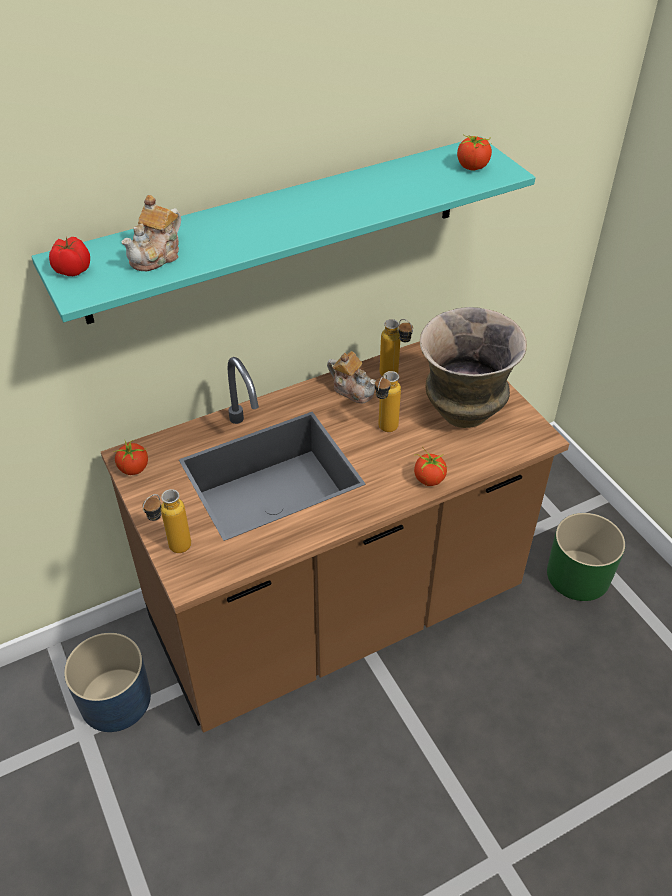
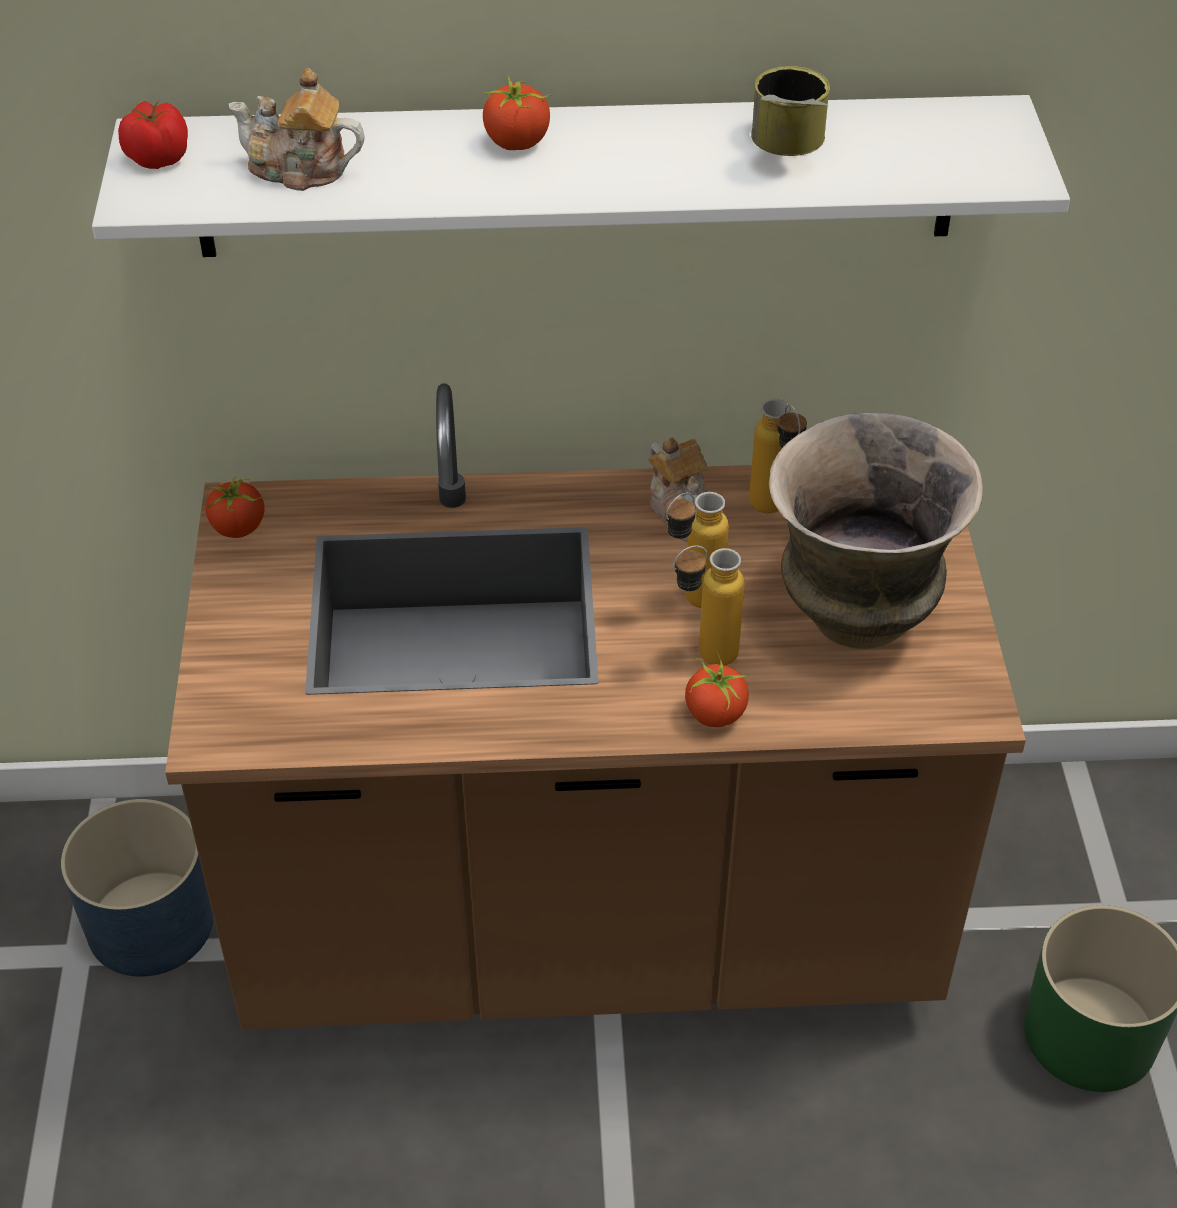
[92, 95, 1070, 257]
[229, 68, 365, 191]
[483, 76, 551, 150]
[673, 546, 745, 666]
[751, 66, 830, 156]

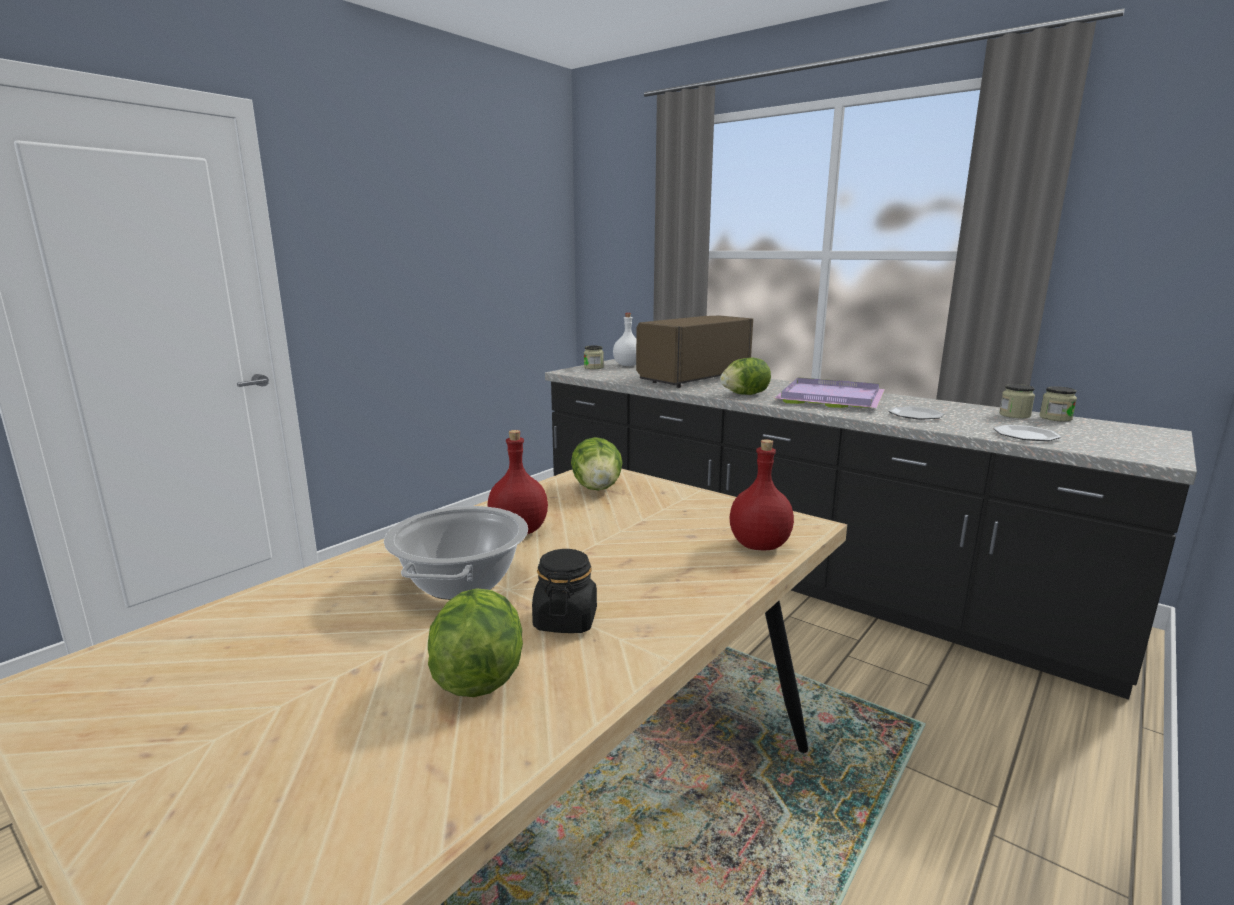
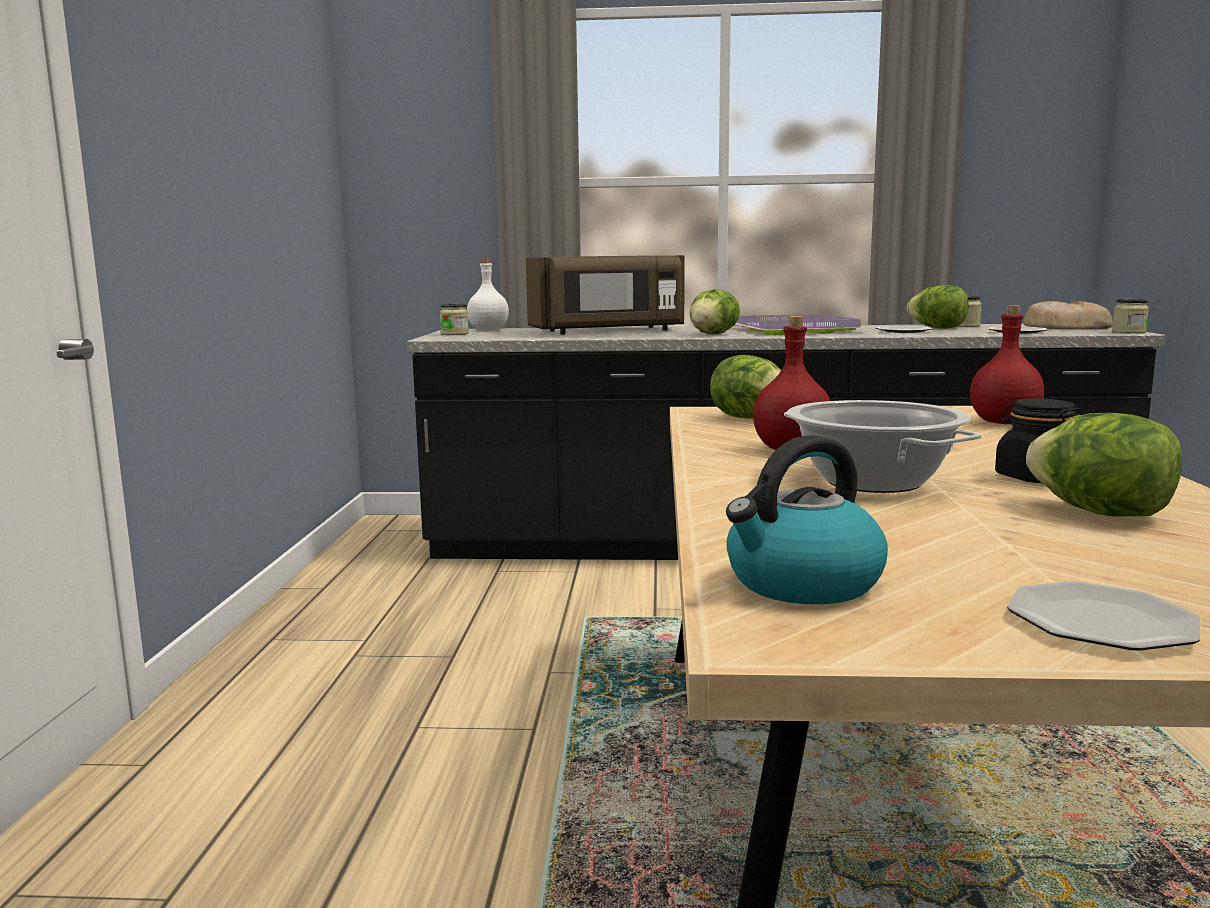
[526, 255, 685, 334]
[726, 435, 888, 604]
[907, 285, 968, 329]
[1007, 581, 1200, 651]
[1023, 301, 1113, 329]
[1112, 299, 1149, 334]

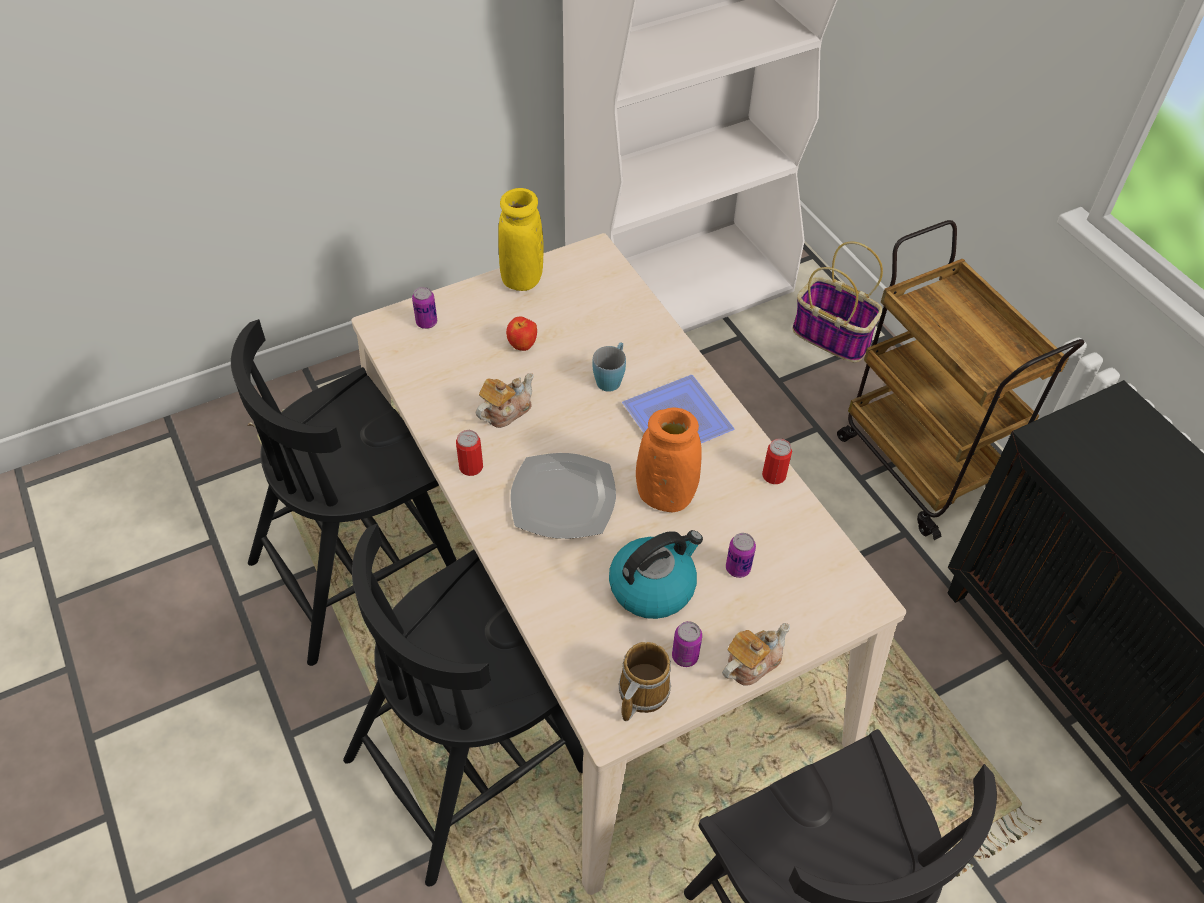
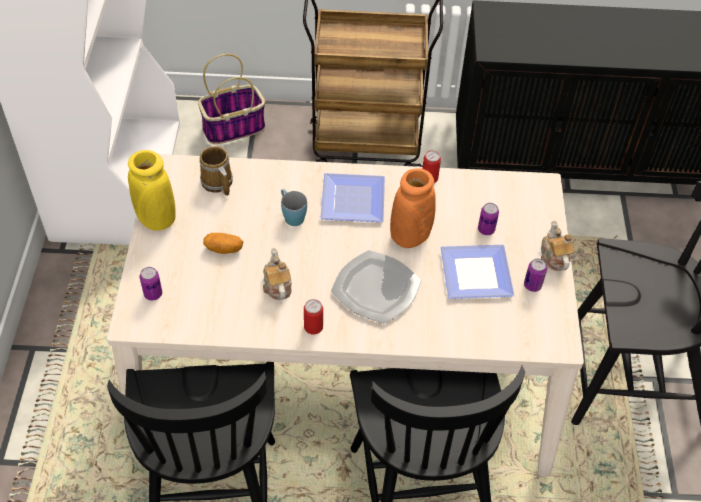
[199, 146, 233, 196]
[203, 233, 243, 254]
[440, 245, 514, 299]

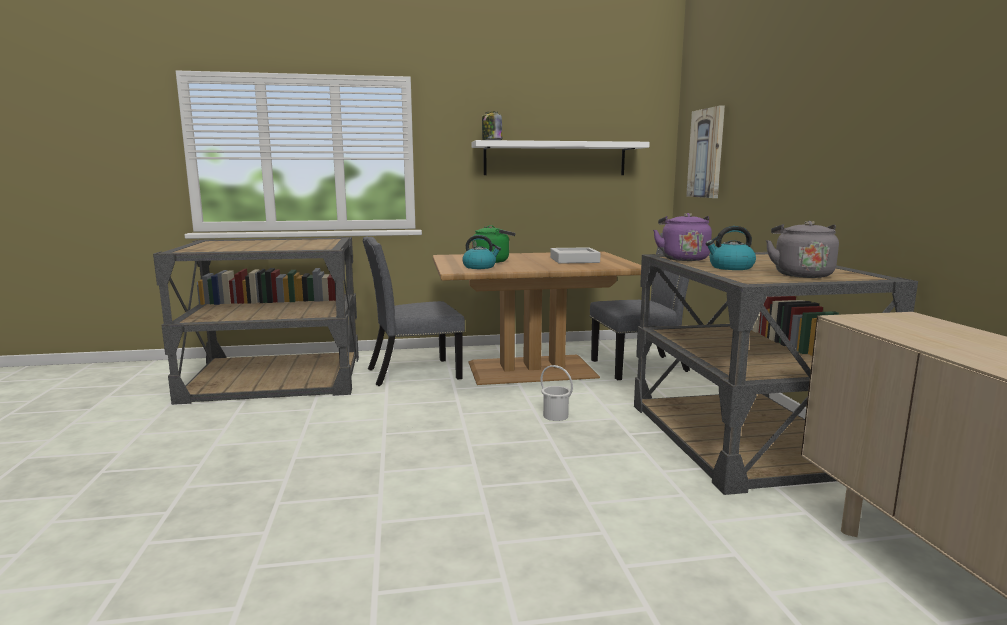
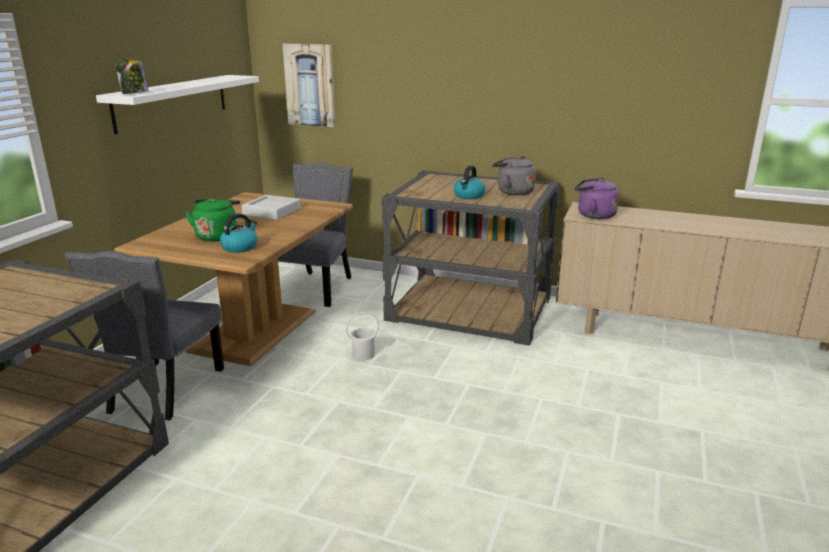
[575, 178, 619, 219]

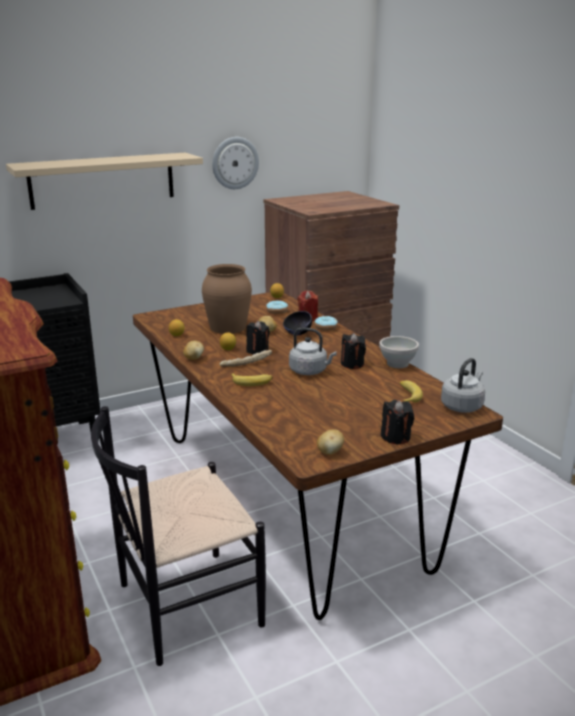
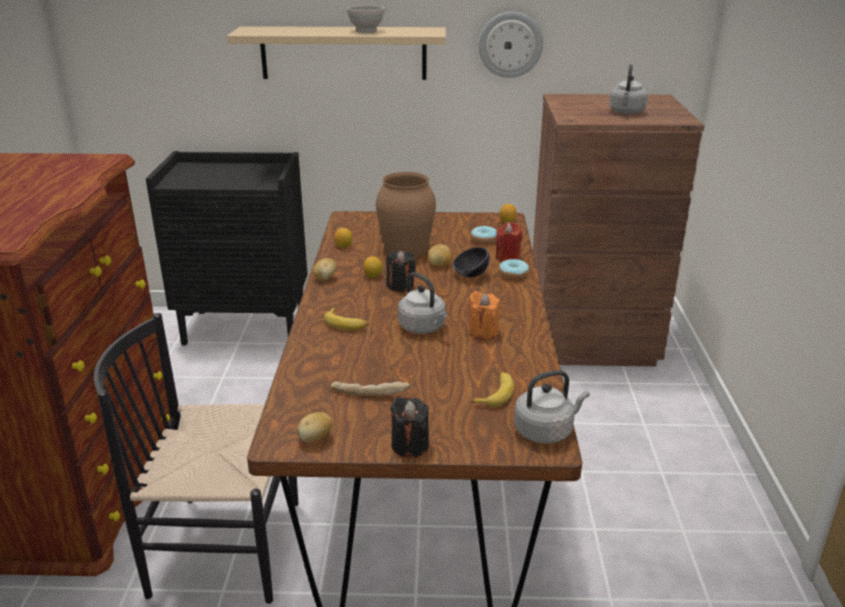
[331, 382, 410, 396]
[347, 5, 385, 33]
[468, 291, 500, 340]
[609, 64, 648, 114]

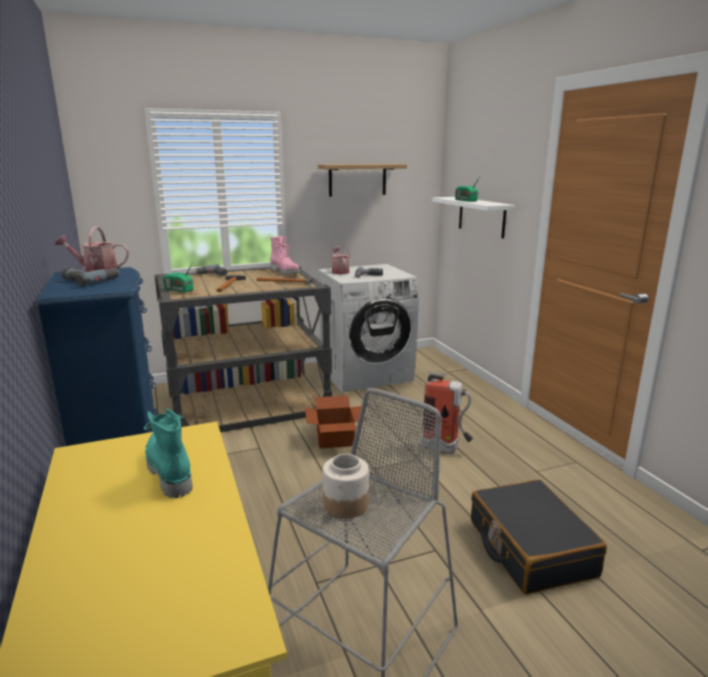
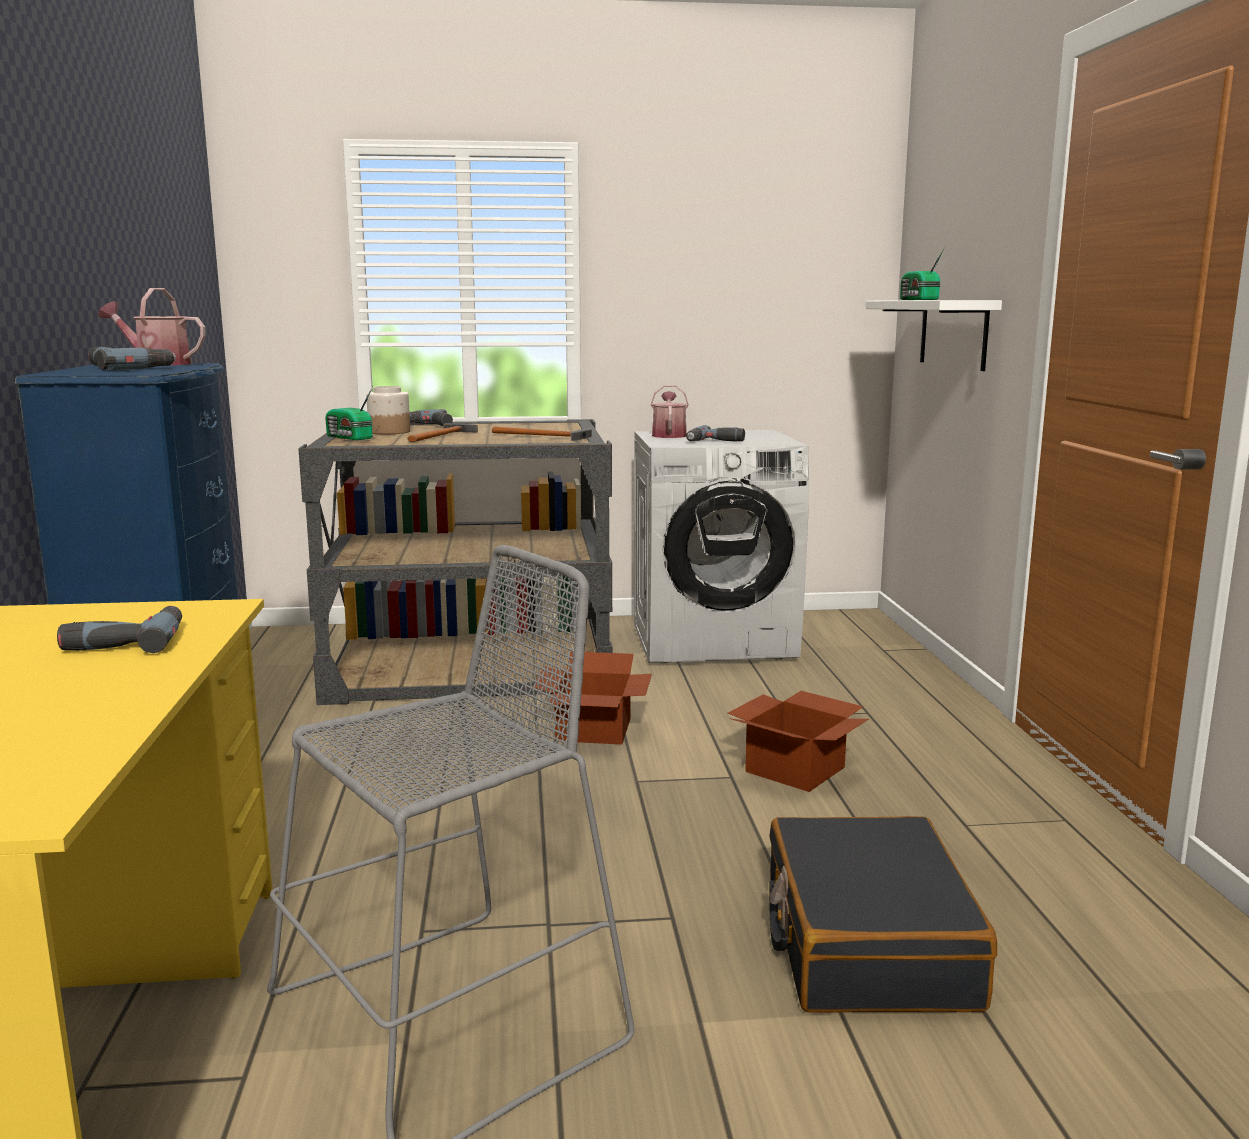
[57, 606, 182, 653]
[366, 386, 410, 434]
[728, 691, 869, 792]
[270, 236, 300, 275] (first image)
[318, 164, 407, 196] (first image)

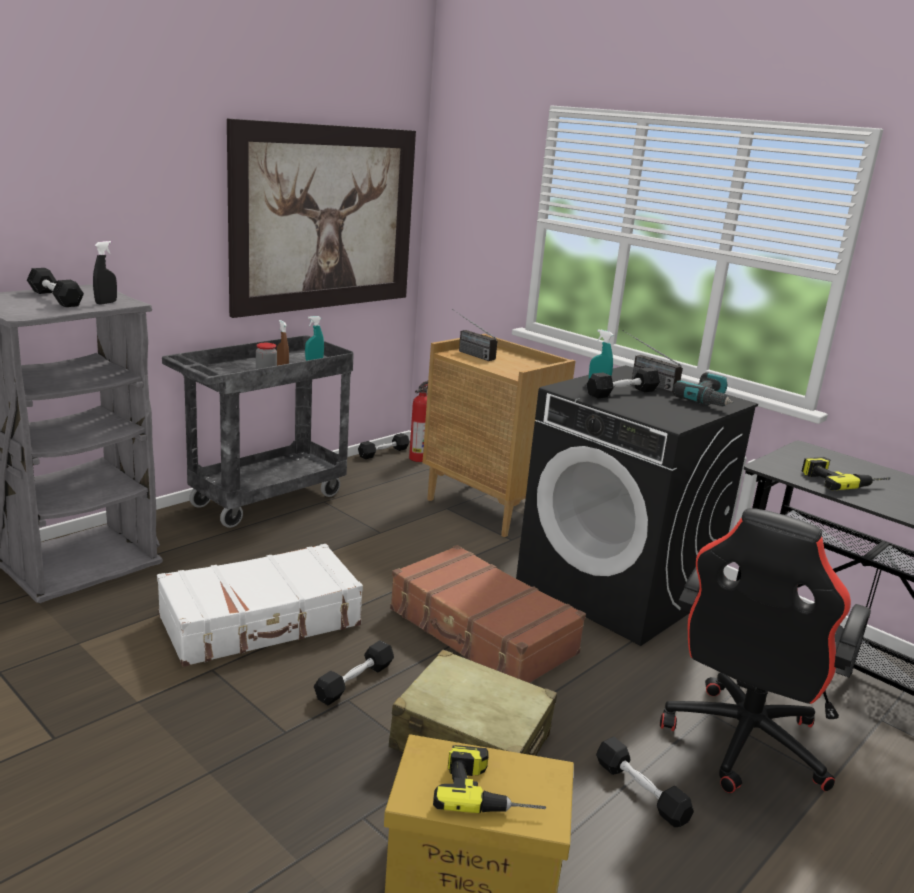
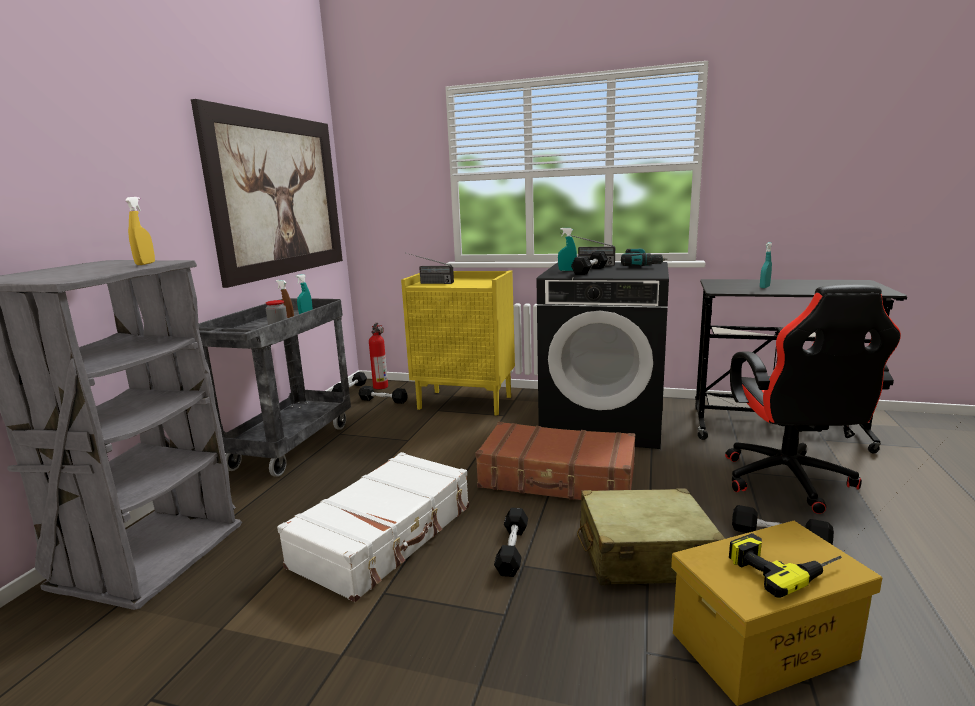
[125, 197, 155, 265]
[359, 386, 408, 404]
[401, 271, 515, 416]
[760, 242, 772, 288]

